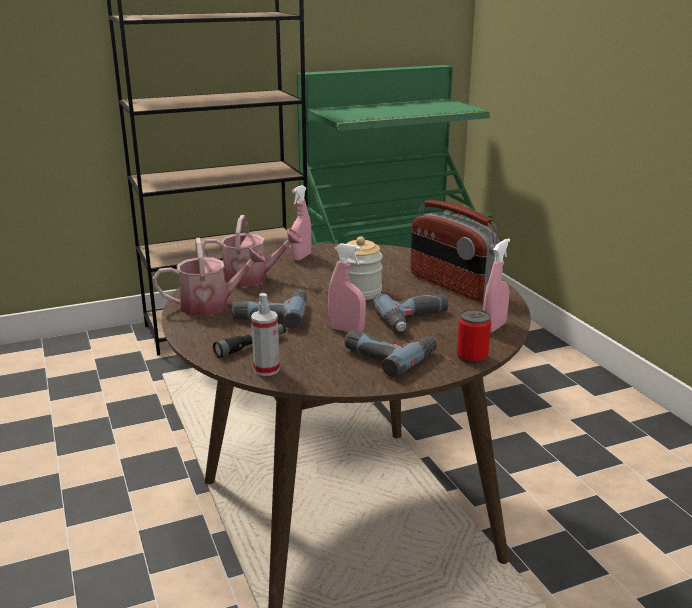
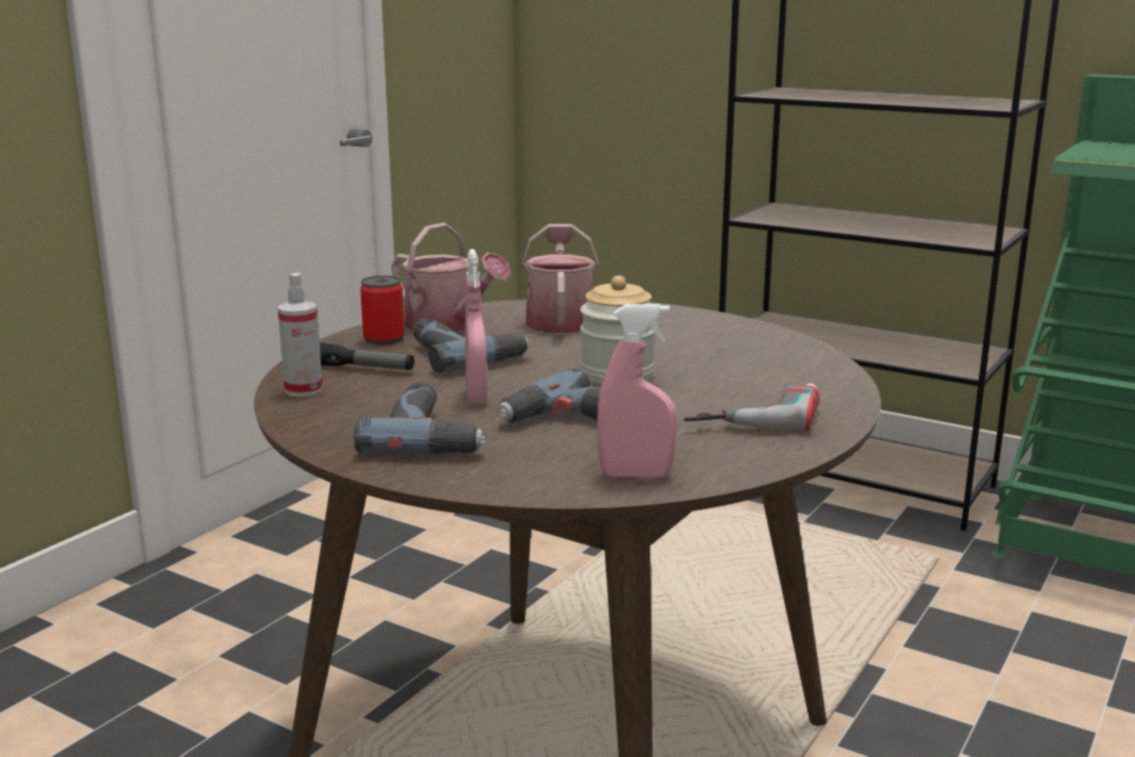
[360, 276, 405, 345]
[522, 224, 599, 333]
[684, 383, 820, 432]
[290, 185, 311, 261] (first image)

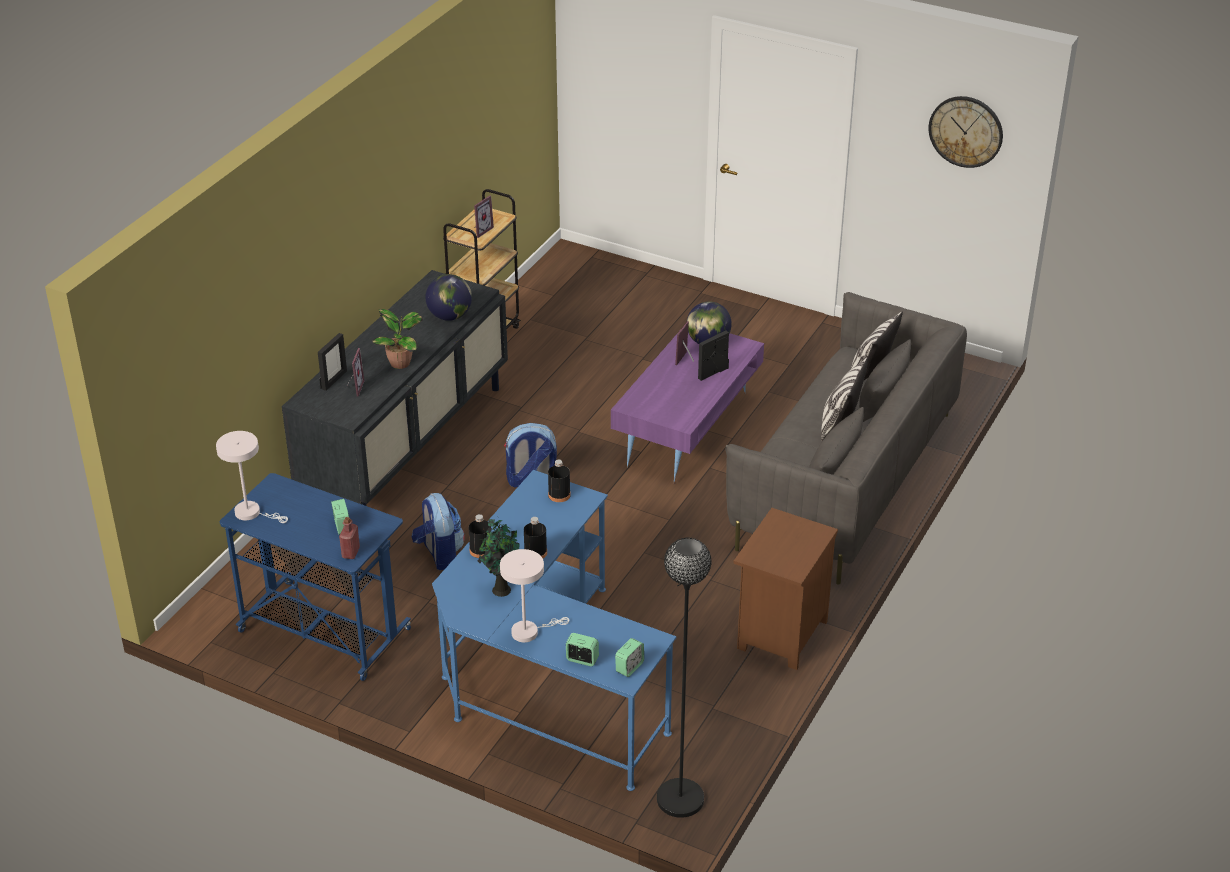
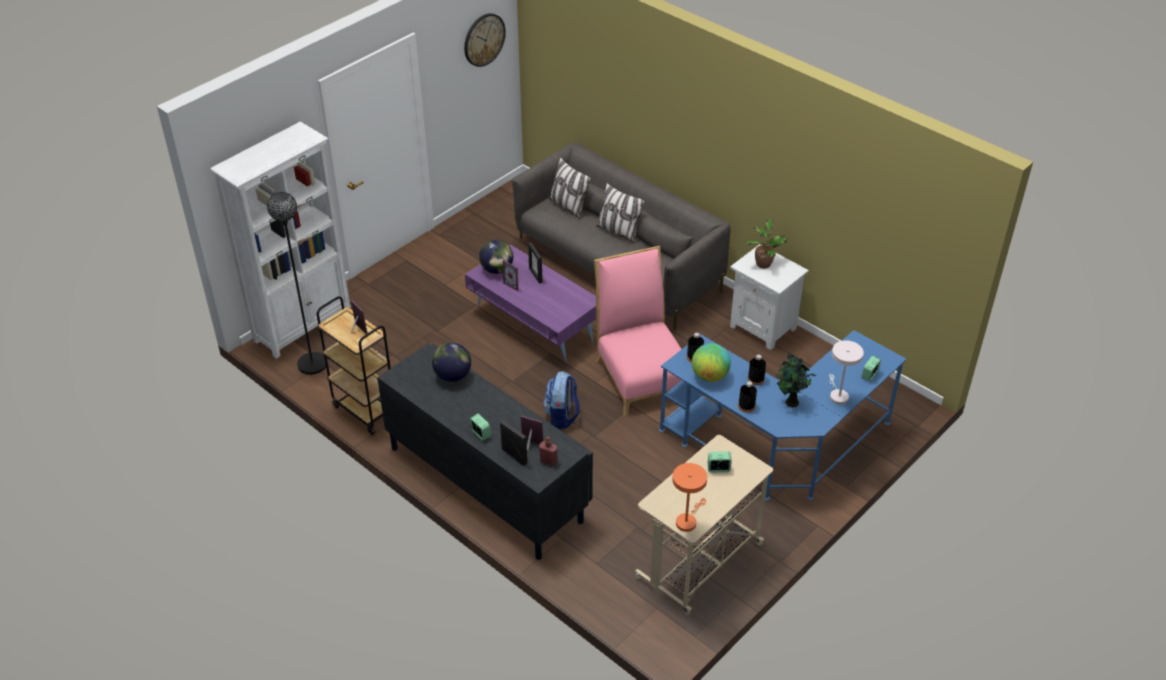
[210, 122, 351, 359]
[267, 192, 326, 375]
[470, 414, 491, 441]
[539, 436, 557, 466]
[594, 246, 681, 416]
[635, 435, 773, 615]
[672, 463, 707, 532]
[692, 343, 731, 382]
[730, 244, 809, 350]
[745, 220, 787, 269]
[412, 493, 465, 570] (first image)

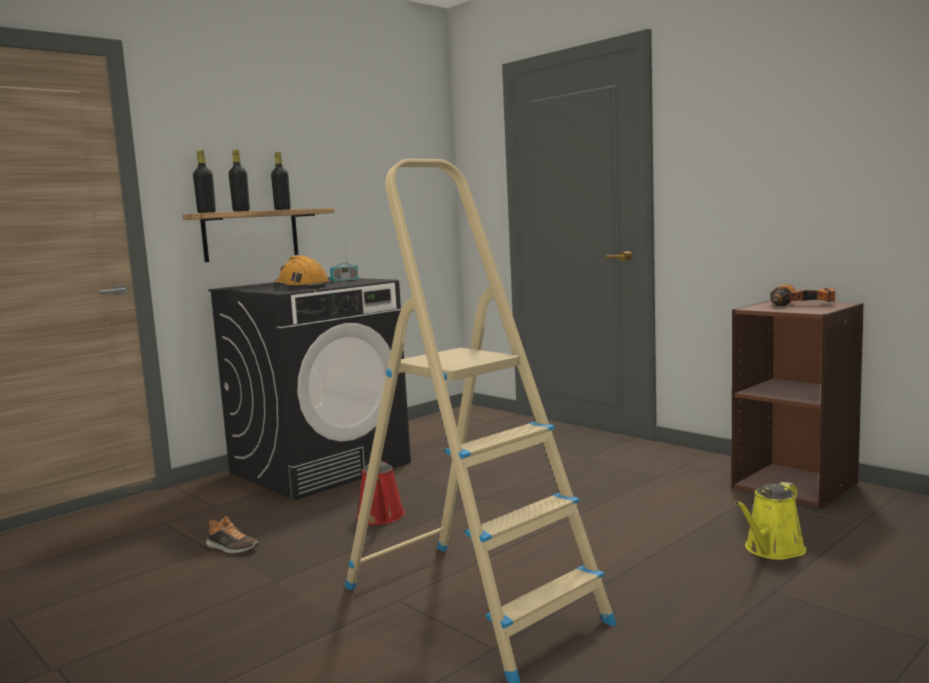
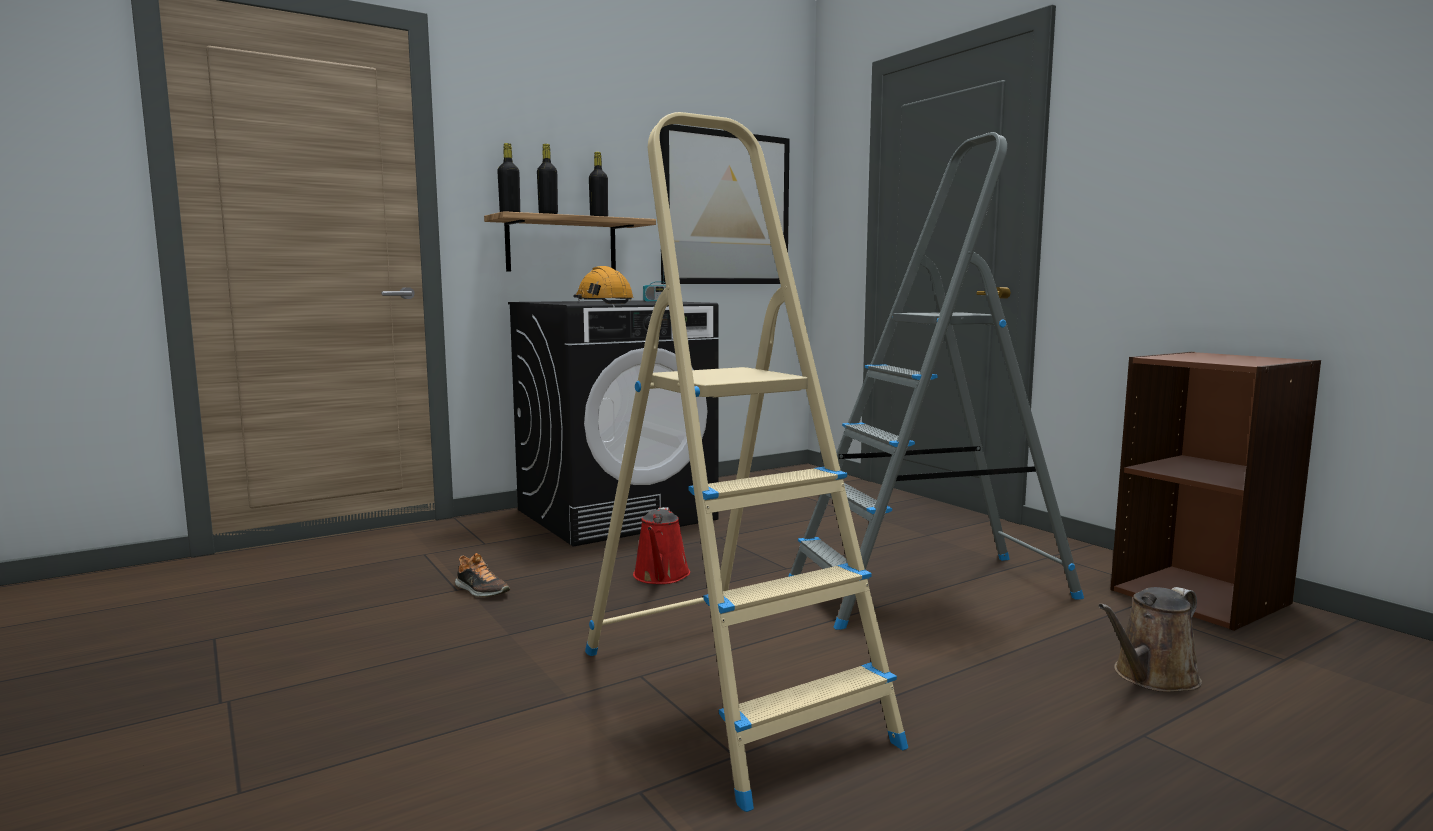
[660, 124, 790, 284]
[788, 132, 1084, 630]
[1098, 587, 1202, 692]
[770, 285, 835, 306] (first image)

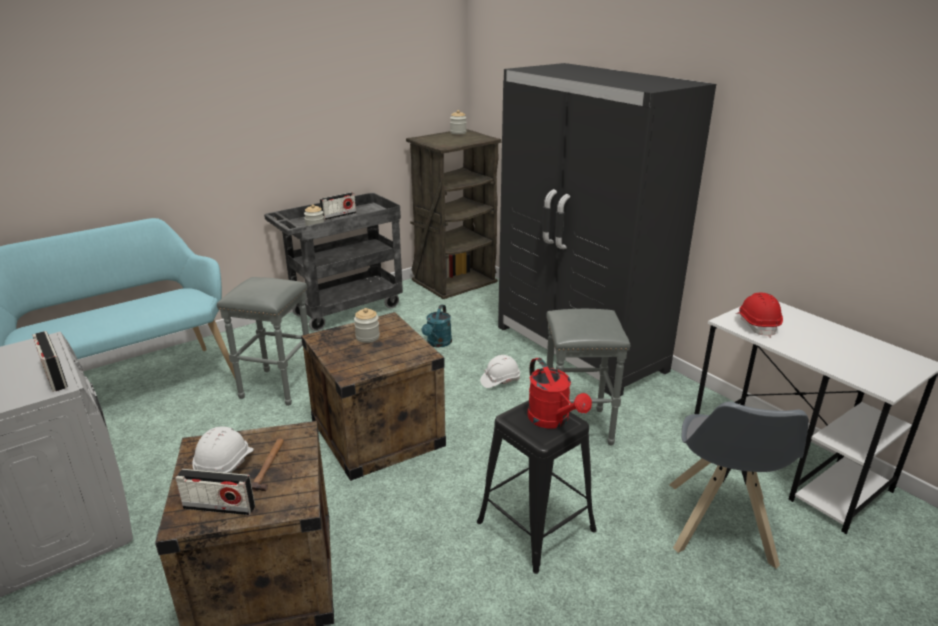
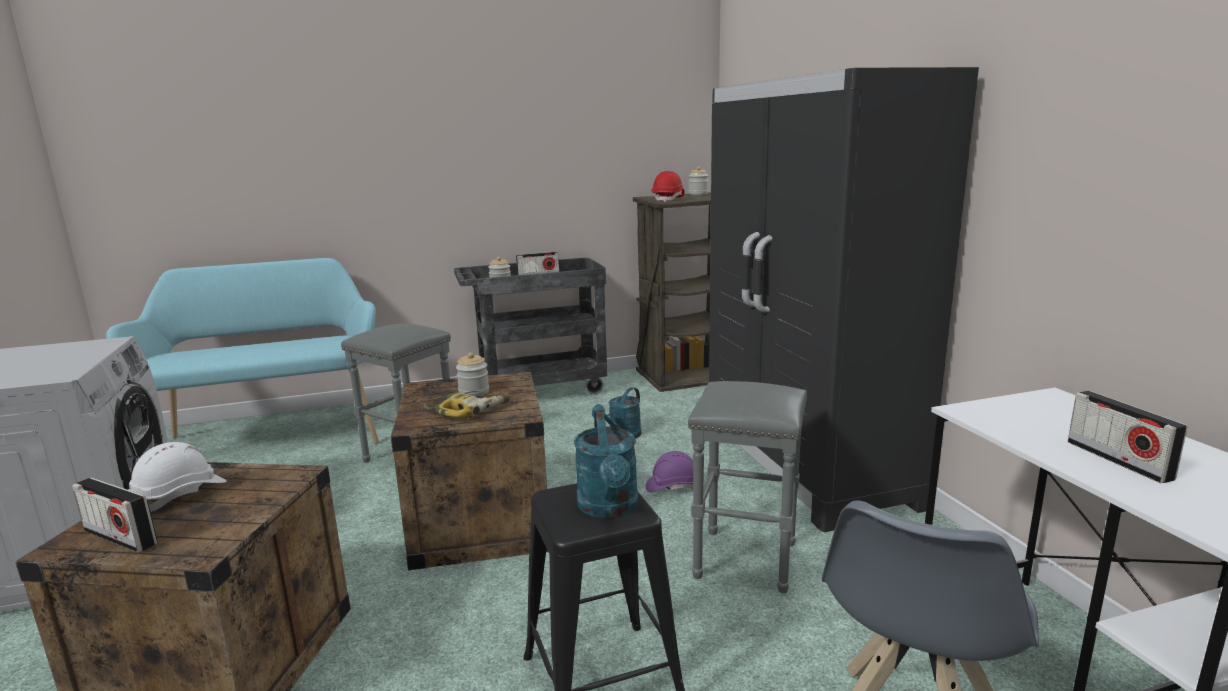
[423, 391, 511, 418]
[574, 409, 639, 518]
[645, 451, 693, 493]
[651, 171, 684, 202]
[1068, 391, 1188, 483]
[251, 438, 284, 492] (first image)

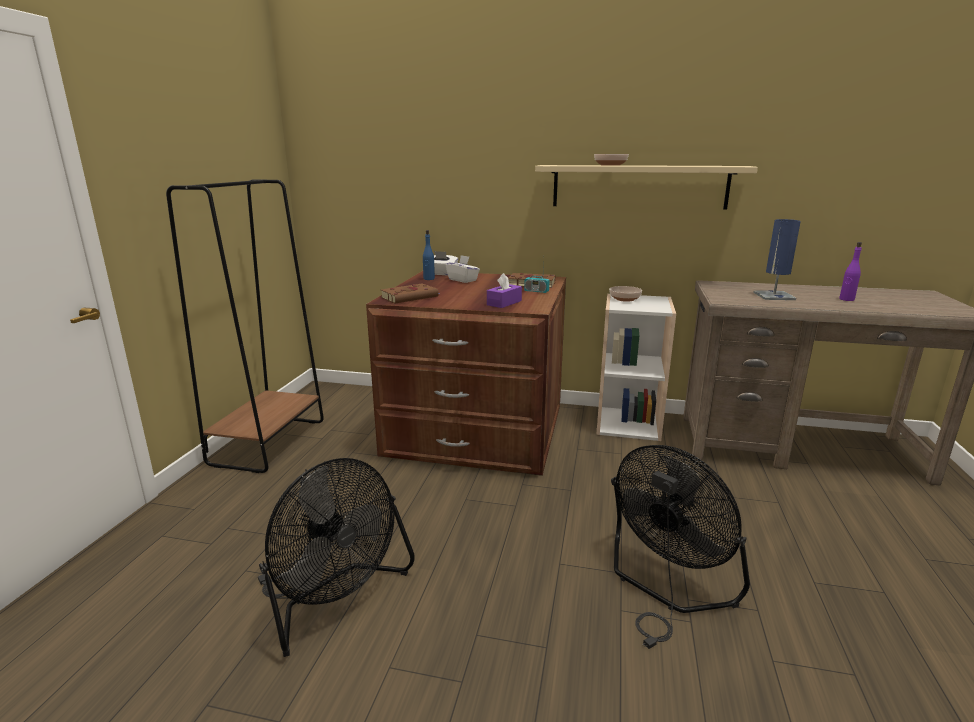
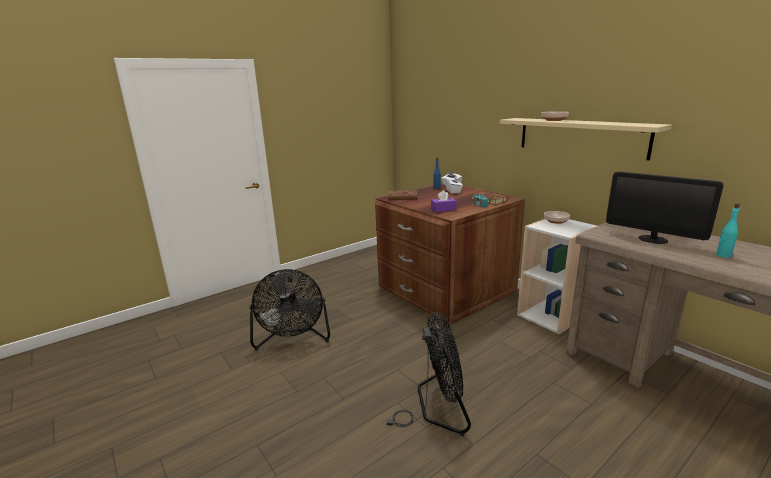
[606, 171, 723, 244]
[716, 203, 740, 258]
[166, 180, 324, 473] (first image)

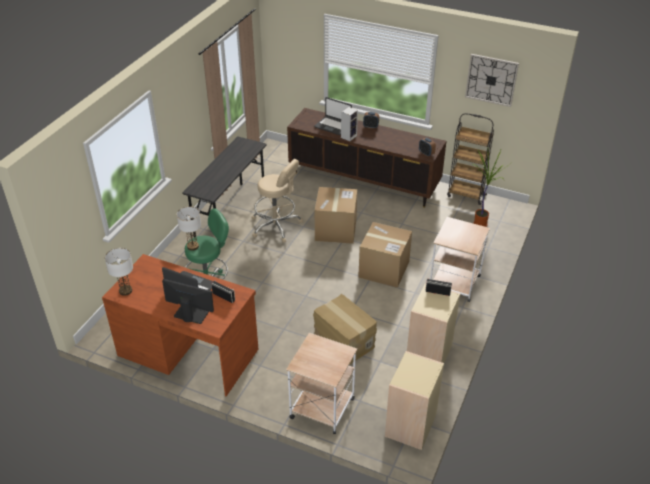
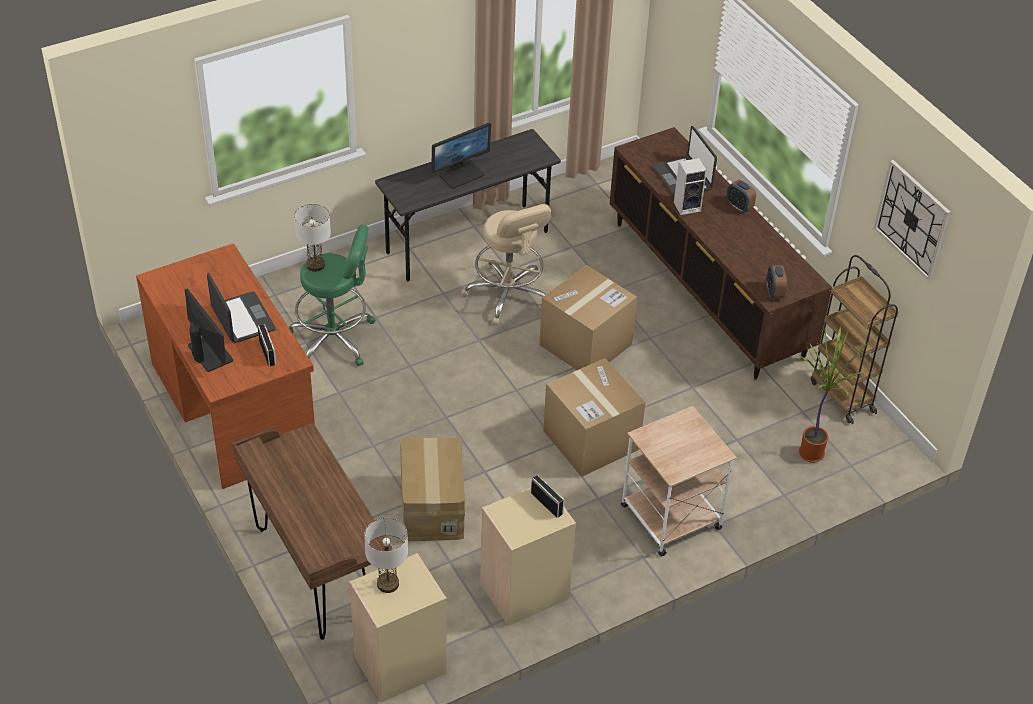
[233, 424, 392, 640]
[364, 518, 408, 593]
[431, 122, 491, 189]

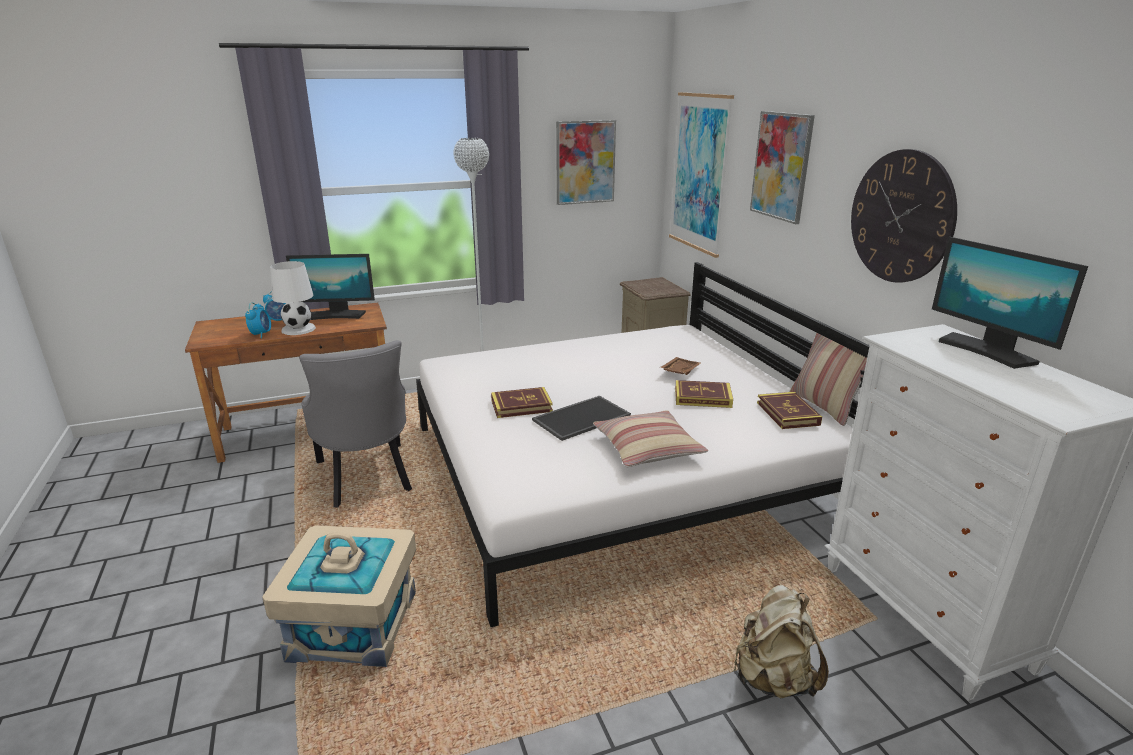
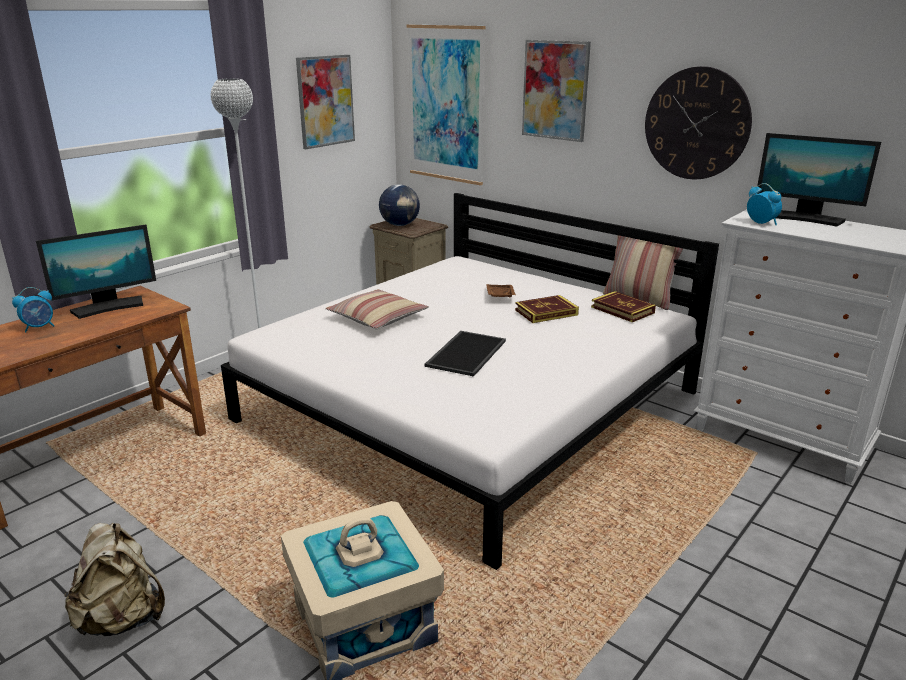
[64, 523, 165, 636]
[326, 289, 429, 329]
[379, 184, 420, 226]
[747, 183, 782, 225]
[270, 261, 316, 335] (first image)
[299, 340, 412, 508] (first image)
[491, 387, 553, 418] (first image)

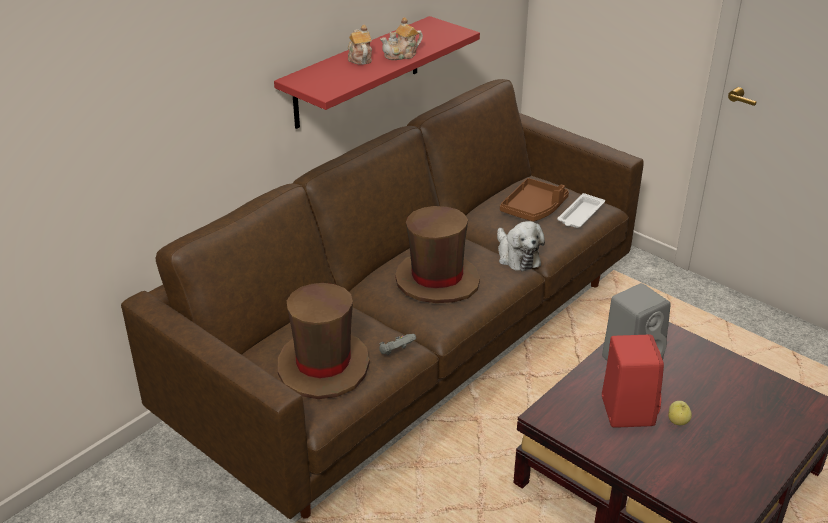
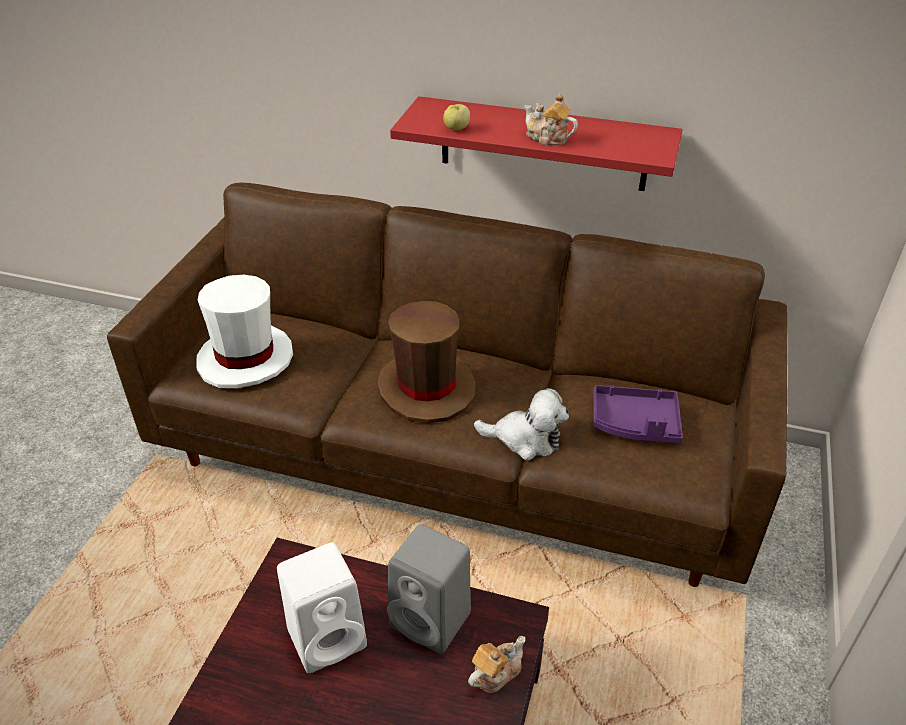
[196, 275, 293, 388]
[277, 542, 367, 673]
[443, 104, 470, 130]
[468, 636, 526, 693]
[474, 388, 569, 460]
[593, 385, 683, 443]
[379, 334, 416, 355] (first image)
[557, 193, 605, 228] (first image)

